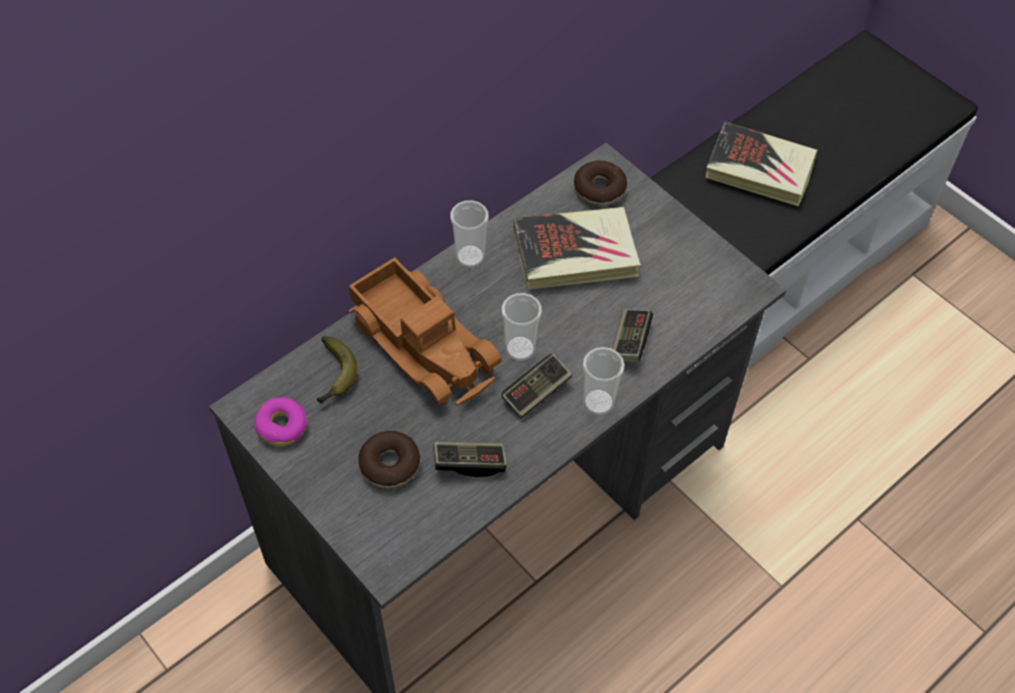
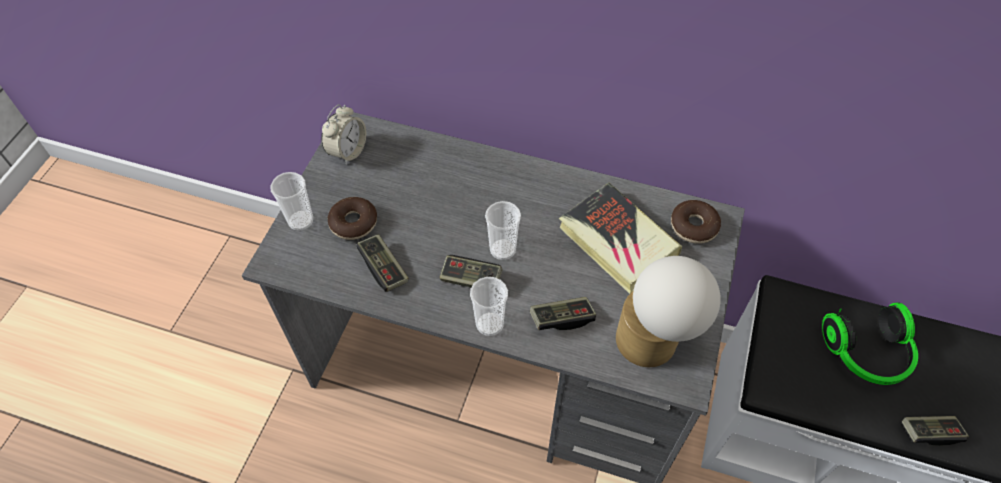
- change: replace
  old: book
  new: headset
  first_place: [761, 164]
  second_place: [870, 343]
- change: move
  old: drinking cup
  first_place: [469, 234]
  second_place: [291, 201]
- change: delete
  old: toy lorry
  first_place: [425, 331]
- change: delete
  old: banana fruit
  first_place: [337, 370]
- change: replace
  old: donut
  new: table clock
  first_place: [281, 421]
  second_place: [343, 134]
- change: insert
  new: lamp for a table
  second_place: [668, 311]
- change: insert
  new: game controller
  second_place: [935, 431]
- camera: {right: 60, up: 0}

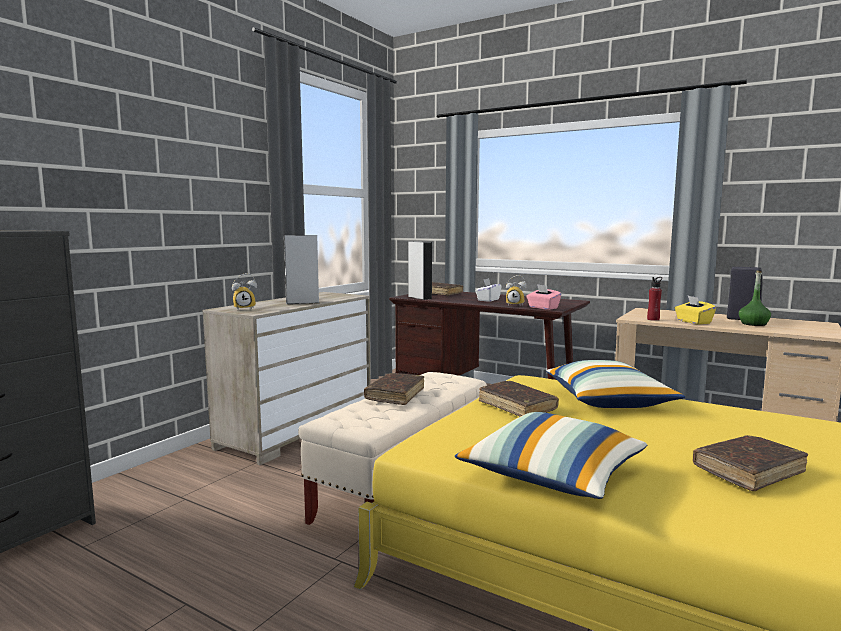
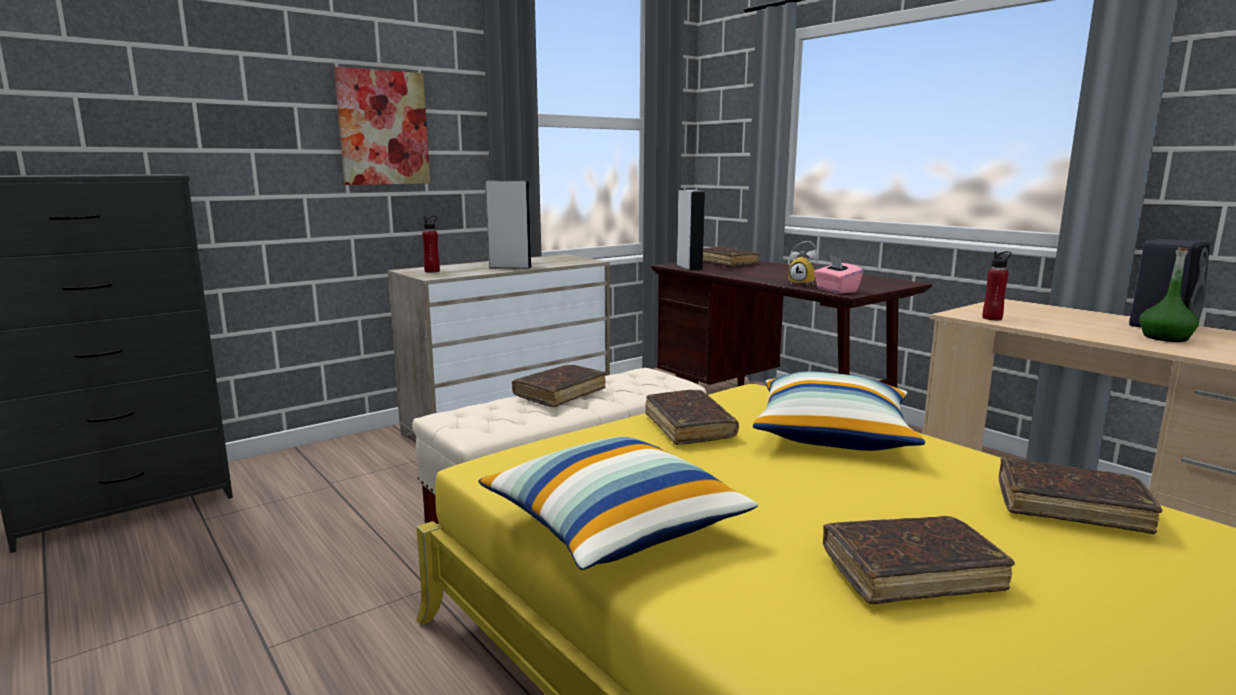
- change: replace
  old: table clock
  new: bottle in red
  first_place: [244, 291]
  second_place: [431, 244]
- change: delete
  old: box of tissues in white-coloured
  first_place: [488, 290]
- change: delete
  old: box of tissues in yellow-coloured
  first_place: [695, 310]
- change: insert
  new: wall picture
  second_place: [382, 126]
- change: insert
  new: book in brown-coloured
  second_place: [1080, 495]
- camera: {right: 20, up: 5}

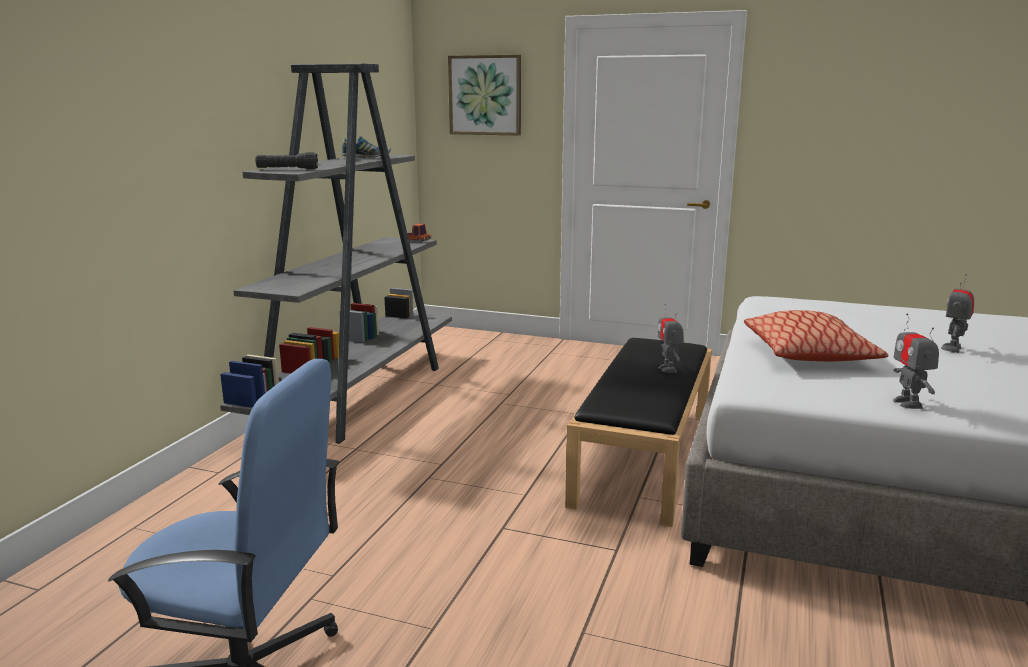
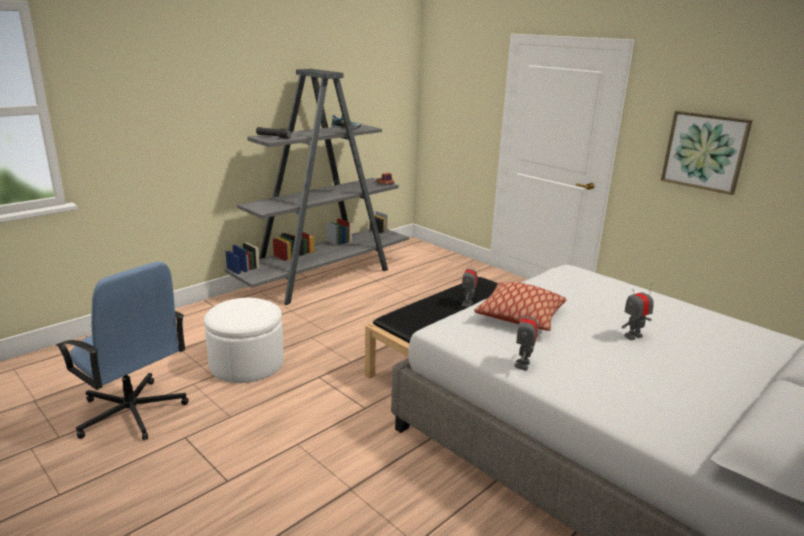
- change: move
  old: wall picture
  first_place: [484, 95]
  second_place: [707, 153]
- change: insert
  new: pouffe in white-coloured
  second_place: [244, 340]
- camera: {right: 25, up: 5}

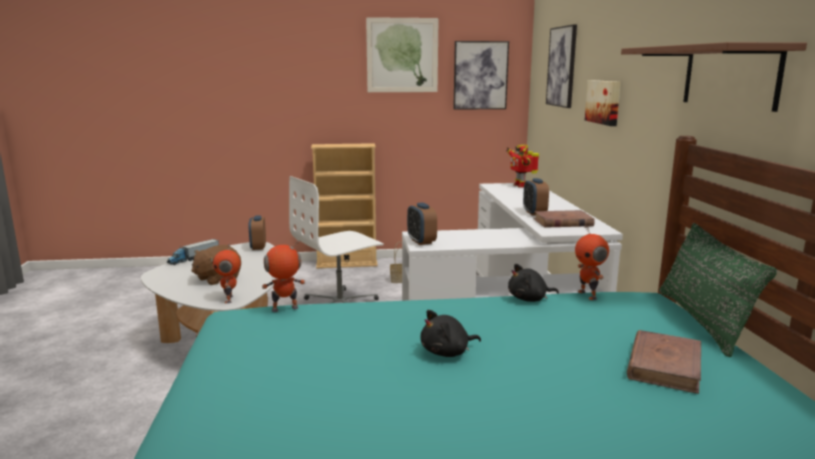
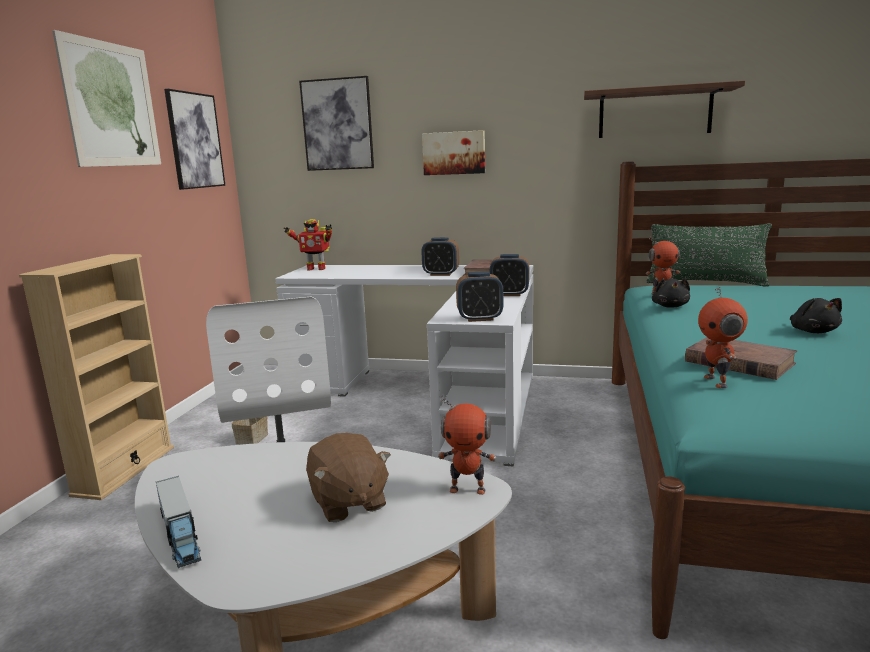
- change: move
  old: table clock
  first_place: [257, 232]
  second_place: [509, 275]
- change: move
  old: book in brown-coloured
  first_place: [664, 362]
  second_place: [741, 358]
- camera: {right: -70, up: 0}

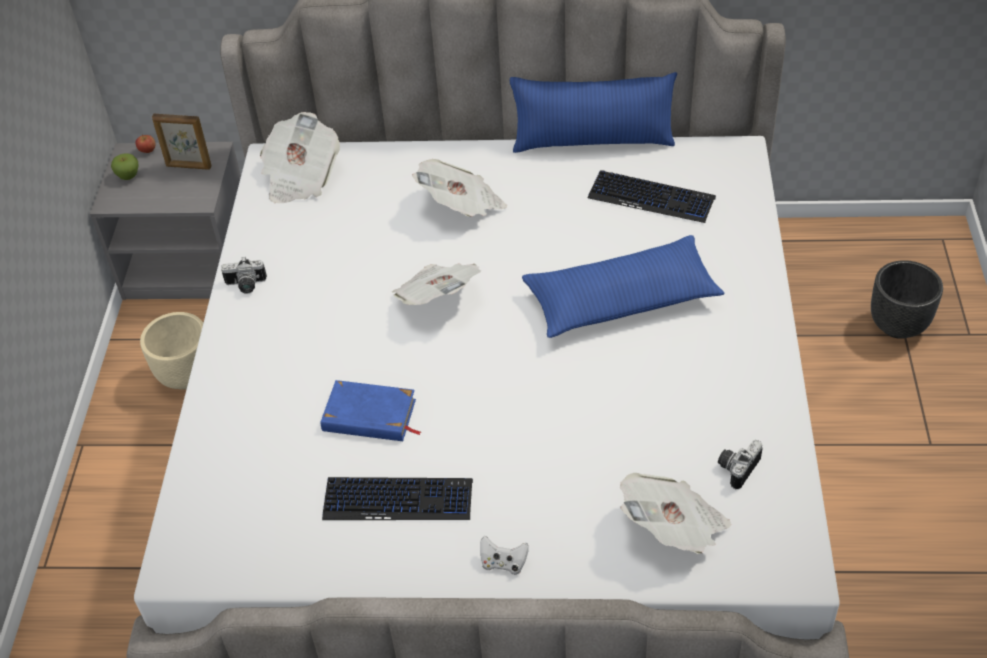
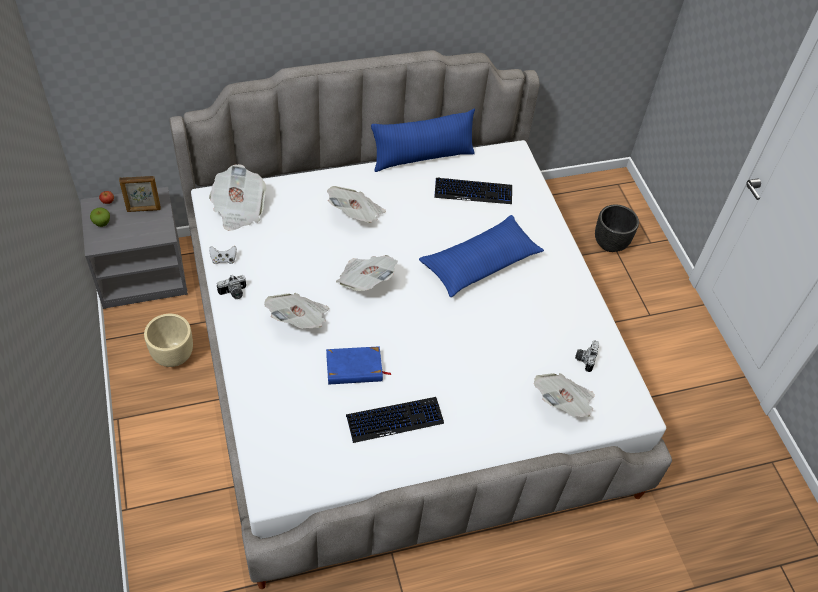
- change: move
  old: game controller in white-coloured
  first_place: [504, 555]
  second_place: [223, 255]
- change: insert
  new: daily paper
  second_place: [296, 311]
- camera: {right: -25, up: 5}

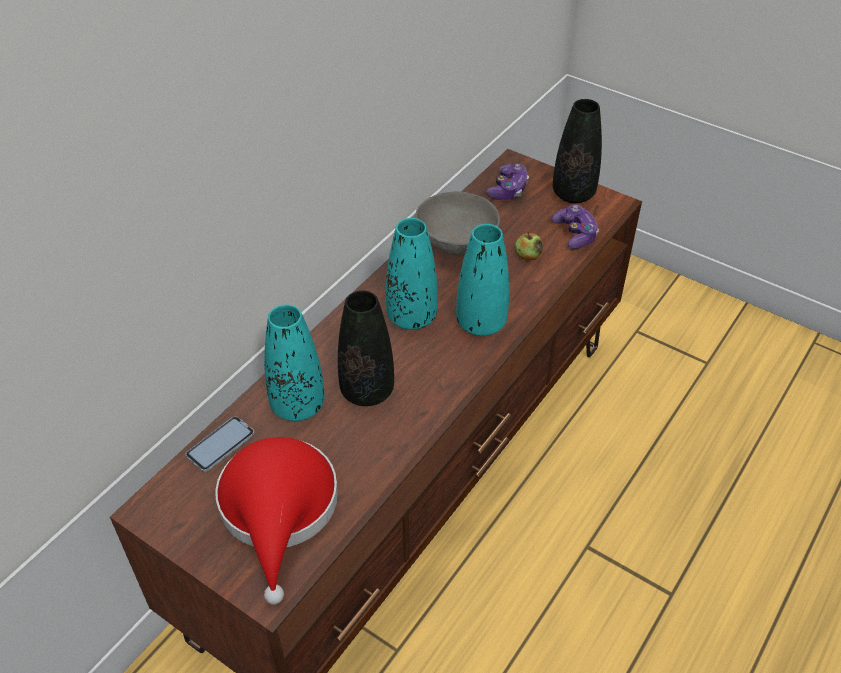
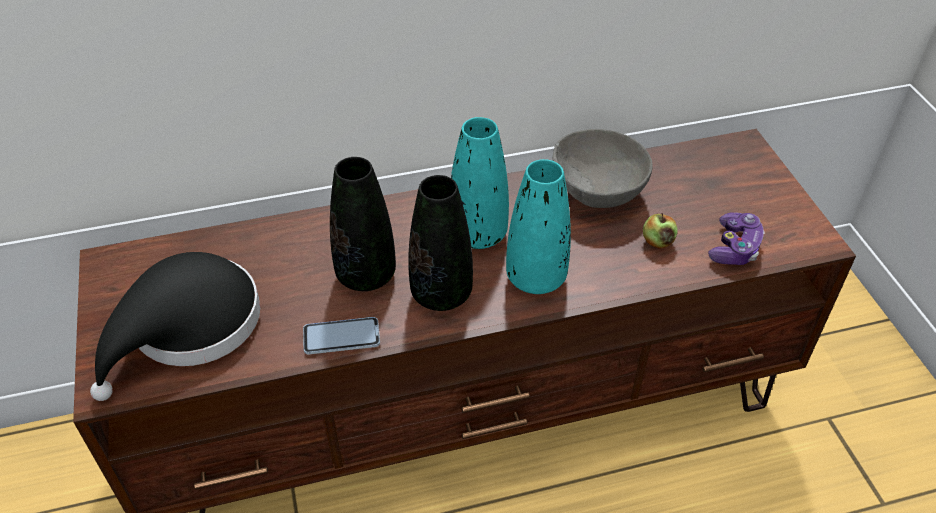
- change: move
  old: decorative vase in black
  first_place: [577, 151]
  second_place: [440, 243]
- change: delete
  old: game controller
  first_place: [507, 182]
- change: delete
  old: decorative vase in turquoise-coloured
  first_place: [294, 362]
- change: move
  old: telephone
  first_place: [220, 444]
  second_place: [341, 335]
- change: recolor
  old: wearable hat in red
  new: wearable hat in black
  first_place: [276, 521]
  second_place: [175, 326]
- camera: {right: 40, up: 0}

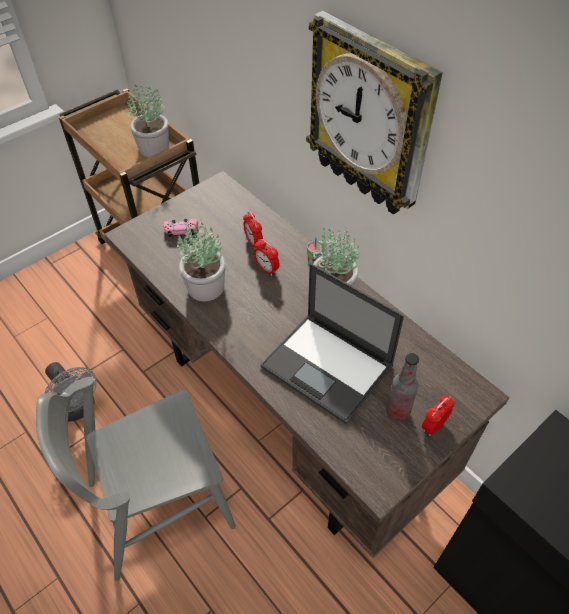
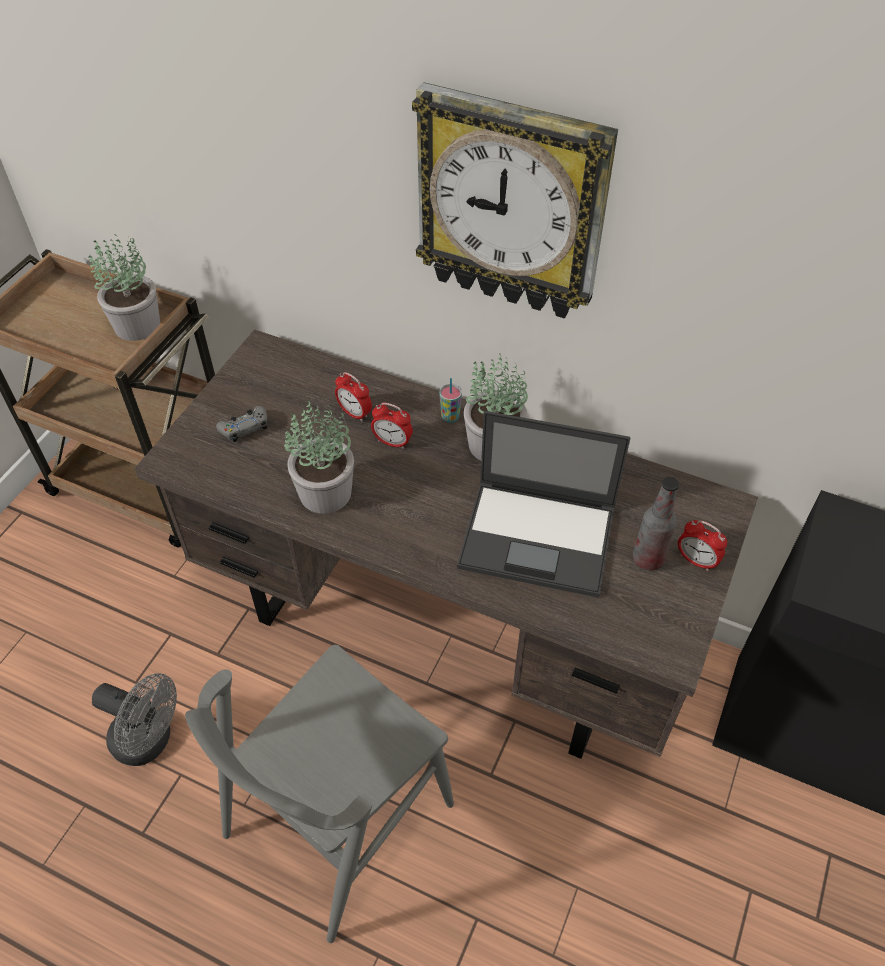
- change: recolor
  old: game controller in pink-coloured
  new: game controller in greyish
  first_place: [180, 228]
  second_place: [241, 424]
- change: rotate
  old: table clock
  first_place: [438, 416]
  second_place: [702, 545]
  degrees: -75
- camera: {right: -25, up: 0}

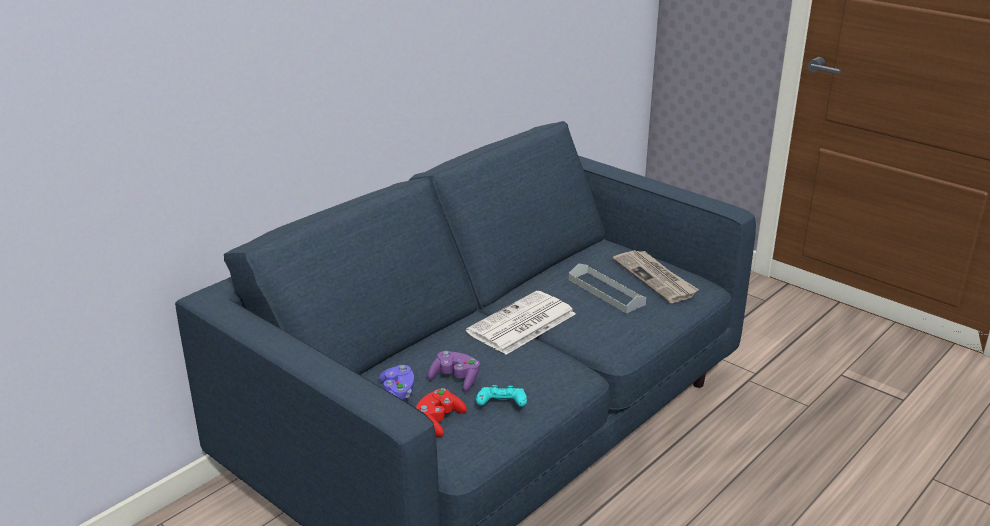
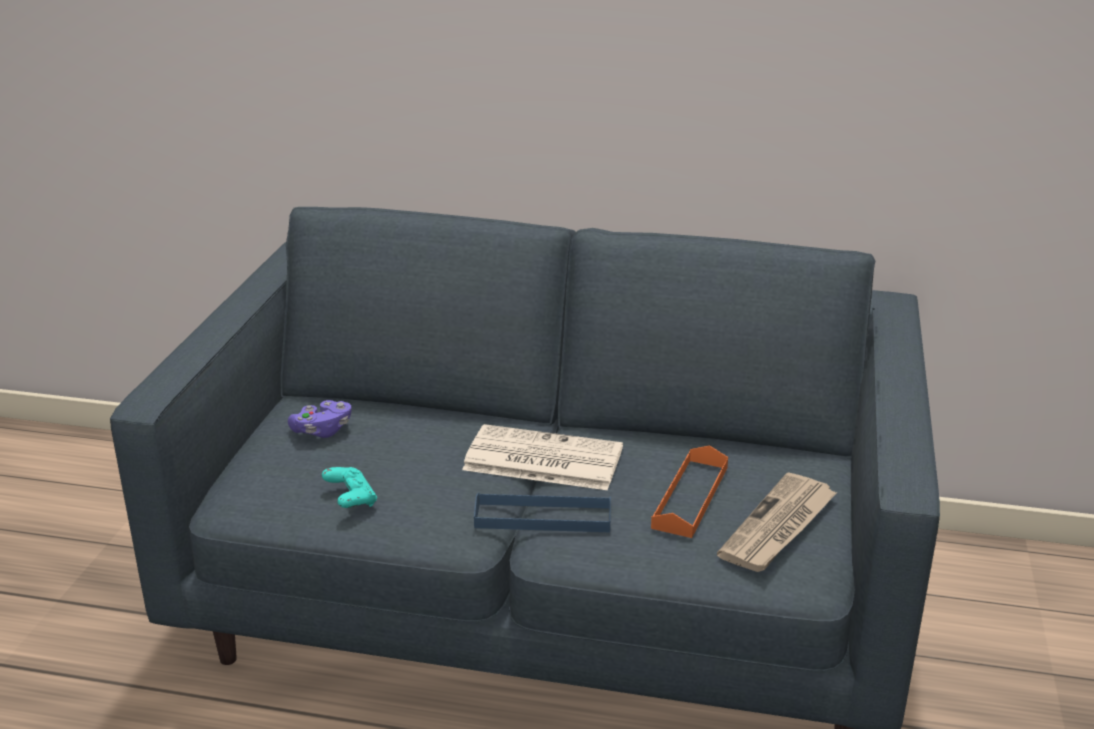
- change: recolor
  old: tray in greyish
  new: tray in orange
  first_place: [607, 289]
  second_place: [689, 491]
- change: delete
  old: game controller in purplish
  first_place: [454, 371]
- change: delete
  old: game controller in red
  first_place: [441, 412]
- change: insert
  new: tray in bluish
  second_place: [542, 512]
- camera: {right: 60, up: 0}

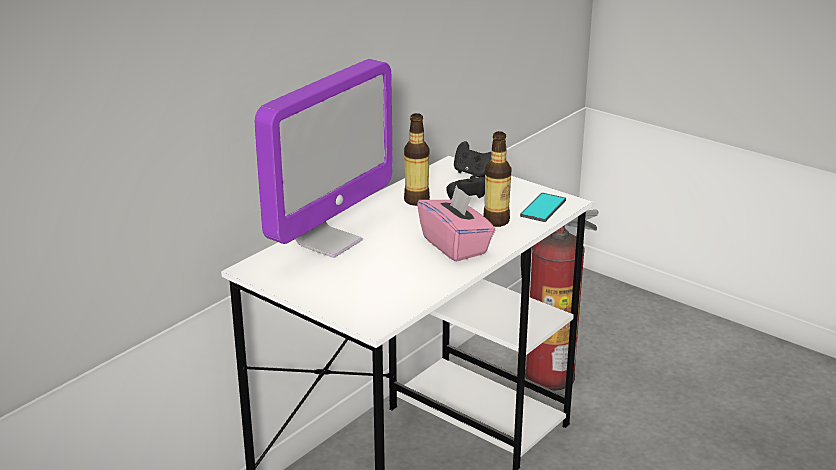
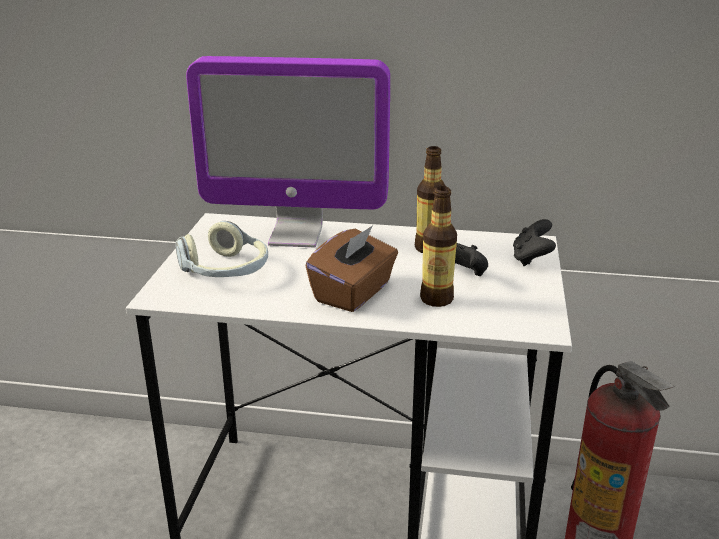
- change: recolor
  old: box of tissues in pink-coloured
  new: box of tissues in brown-coloured
  first_place: [456, 223]
  second_place: [351, 268]
- change: delete
  old: telephone
  first_place: [543, 207]
- change: insert
  new: headset
  second_place: [221, 249]
- camera: {right: 60, up: 0}

